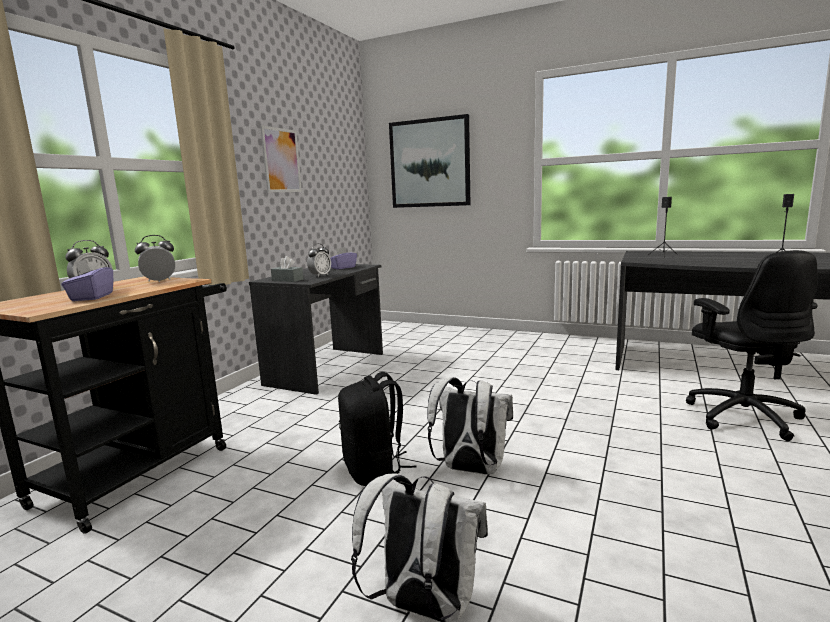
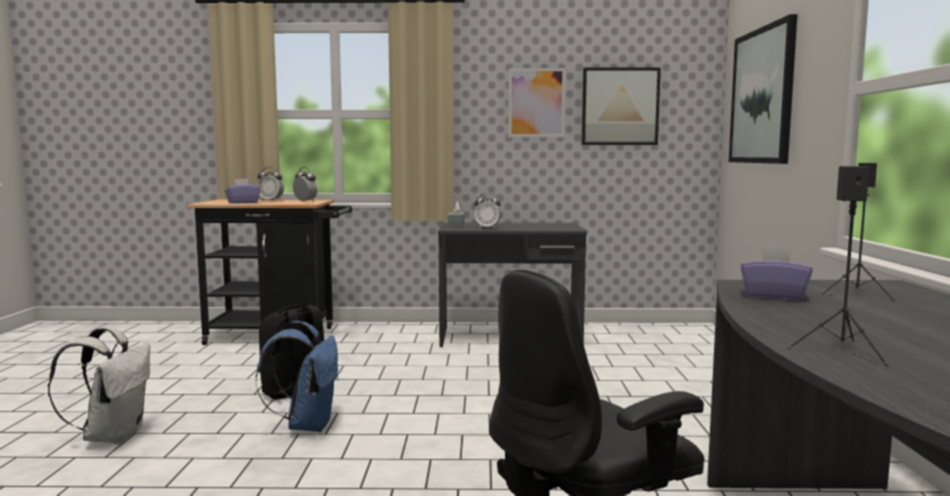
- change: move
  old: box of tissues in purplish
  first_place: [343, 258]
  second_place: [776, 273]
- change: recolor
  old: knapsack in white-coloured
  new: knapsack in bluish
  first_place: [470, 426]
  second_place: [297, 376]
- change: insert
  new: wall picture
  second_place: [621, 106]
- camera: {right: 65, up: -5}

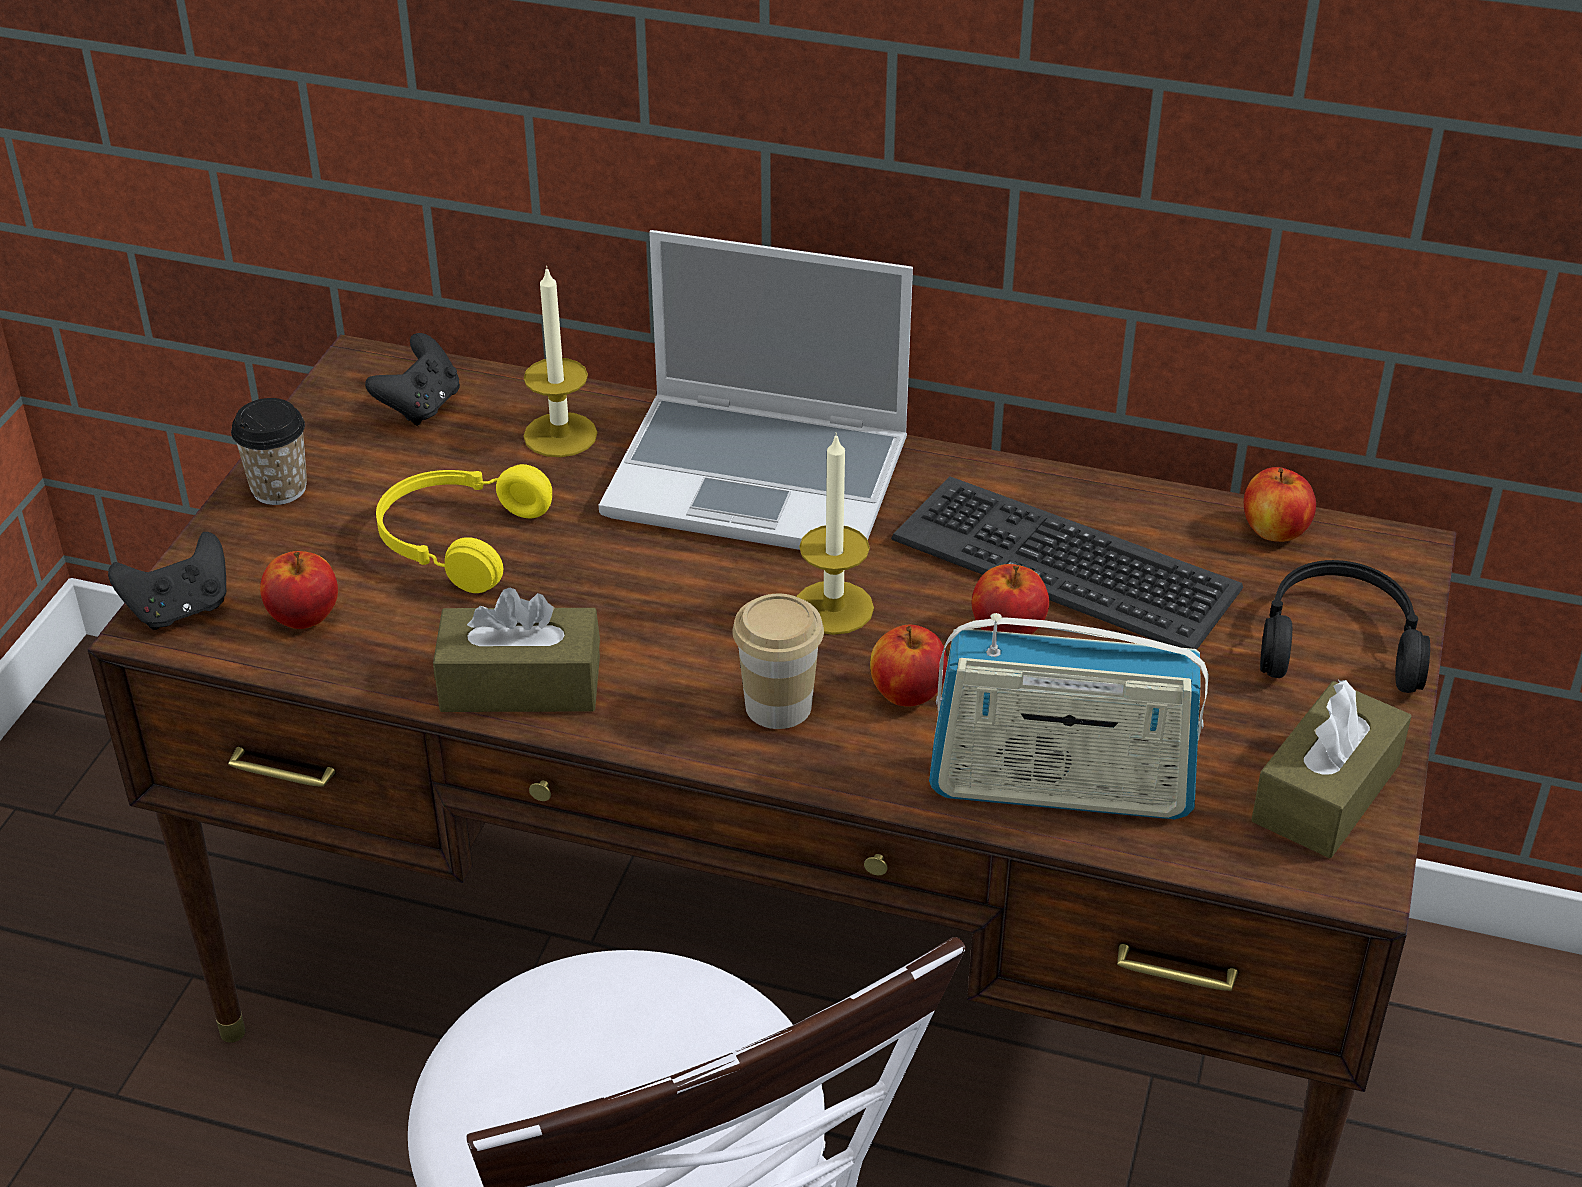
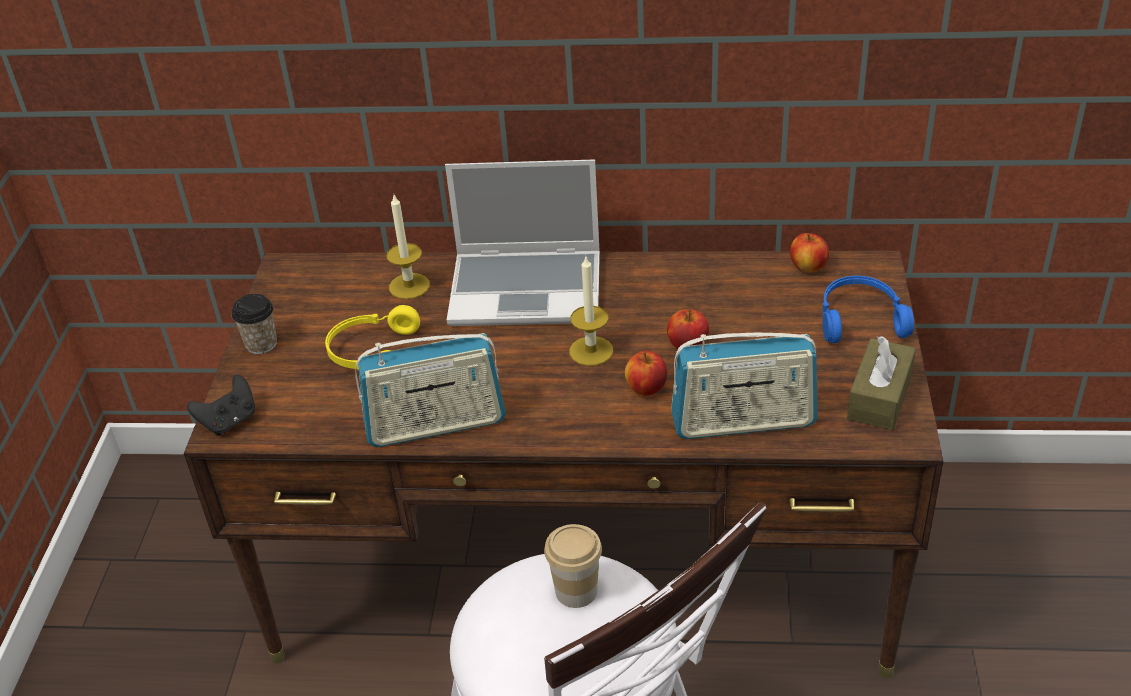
- change: delete
  old: game controller in black
  first_place: [412, 379]
- change: delete
  old: PC keyboard
  first_place: [1067, 563]
- change: delete
  old: apple
  first_place: [299, 590]
- change: recolor
  old: headset in black
  new: headset in bluish
  first_place: [1345, 626]
  second_place: [868, 309]
- change: replace
  old: box of tissues in brown-coloured
  new: radio set
  first_place: [516, 650]
  second_place: [430, 390]
- change: move
  old: drinking cup
  first_place: [778, 661]
  second_place: [573, 566]
- camera: {right: -10, up: 0}

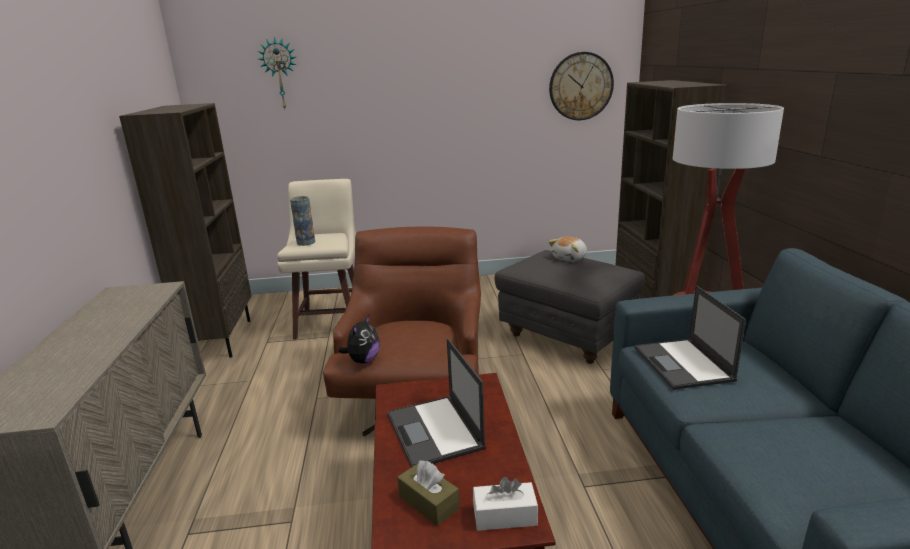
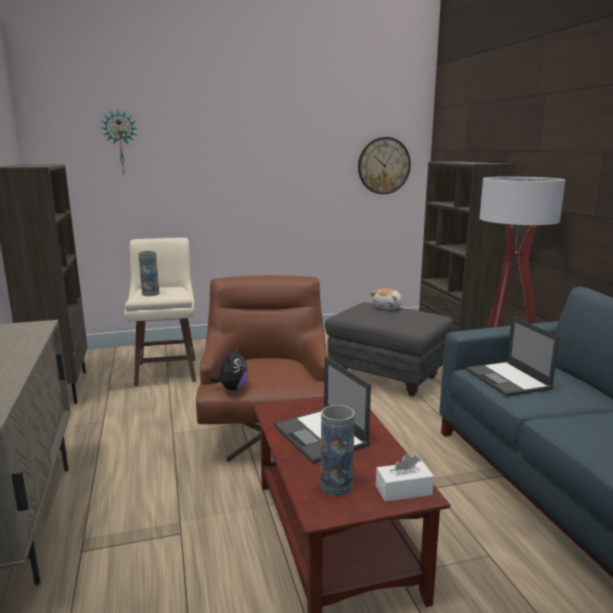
- change: replace
  old: box of tissues in brown-coloured
  new: decorative vase
  first_place: [428, 493]
  second_place: [338, 450]
- camera: {right: -10, up: -5}

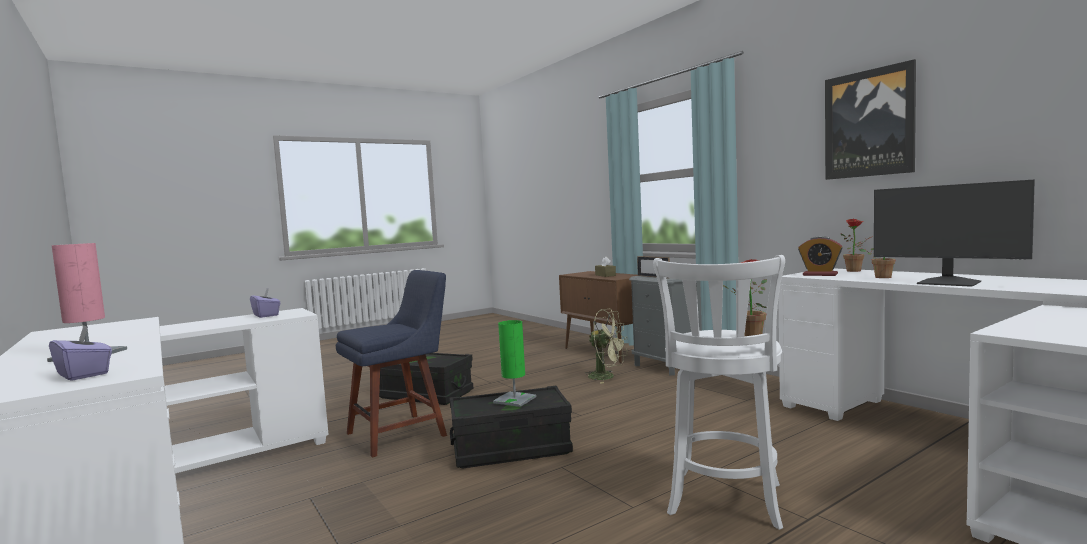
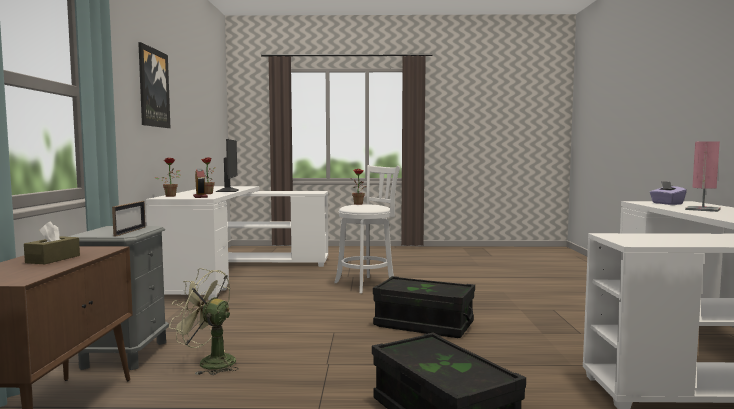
- change: delete
  old: chair in bluish
  first_place: [391, 364]
- change: delete
  old: box of tissues in purplish
  first_place: [265, 303]
- change: rotate
  old: cooling fan in greenish
  first_place: [606, 346]
  second_place: [203, 321]
  degrees: -45
- change: delete
  old: lamp for a table in greenish
  first_place: [514, 363]
- camera: {right: -145, up: 0}

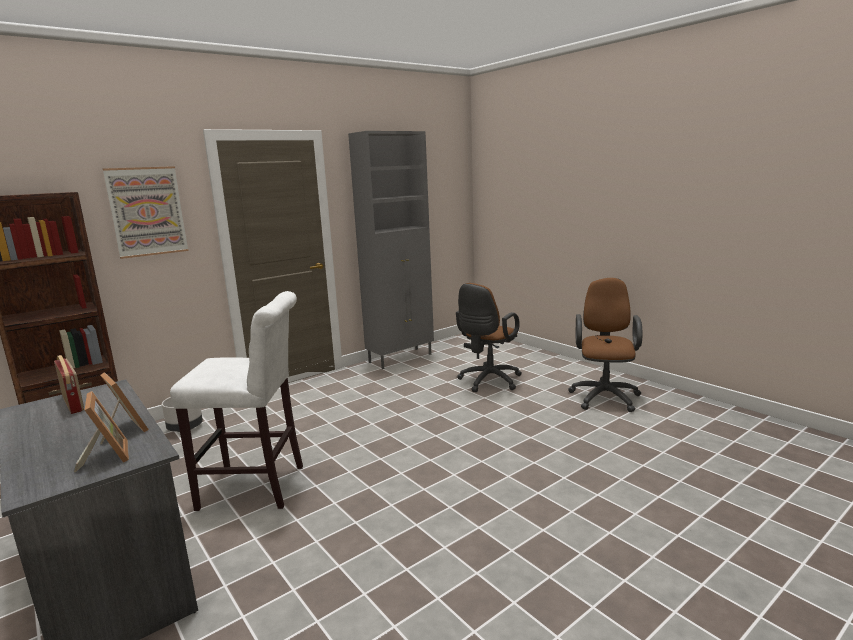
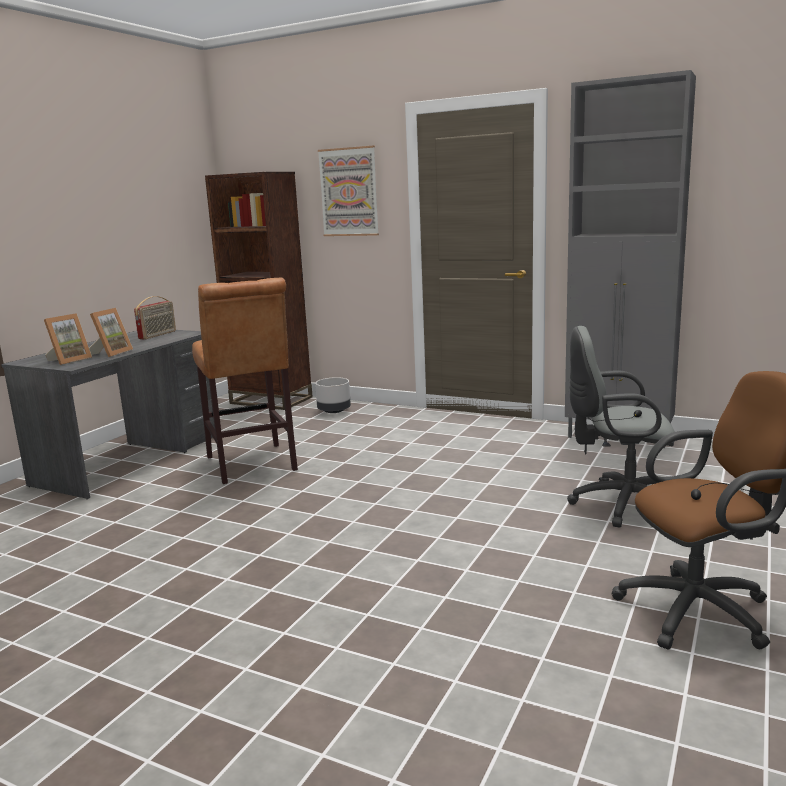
- change: recolor
  old: office chair in brown-coloured
  new: office chair in greyish
  first_place: [489, 337]
  second_place: [621, 427]
- change: recolor
  old: stool in white-coloured
  new: stool in brown-coloured
  first_place: [236, 401]
  second_place: [245, 381]
- camera: {right: 65, up: 0}

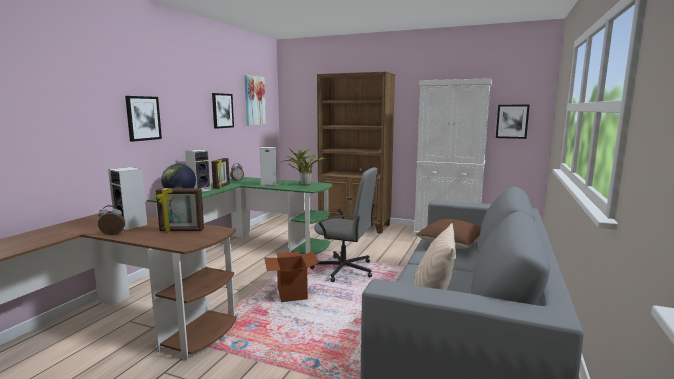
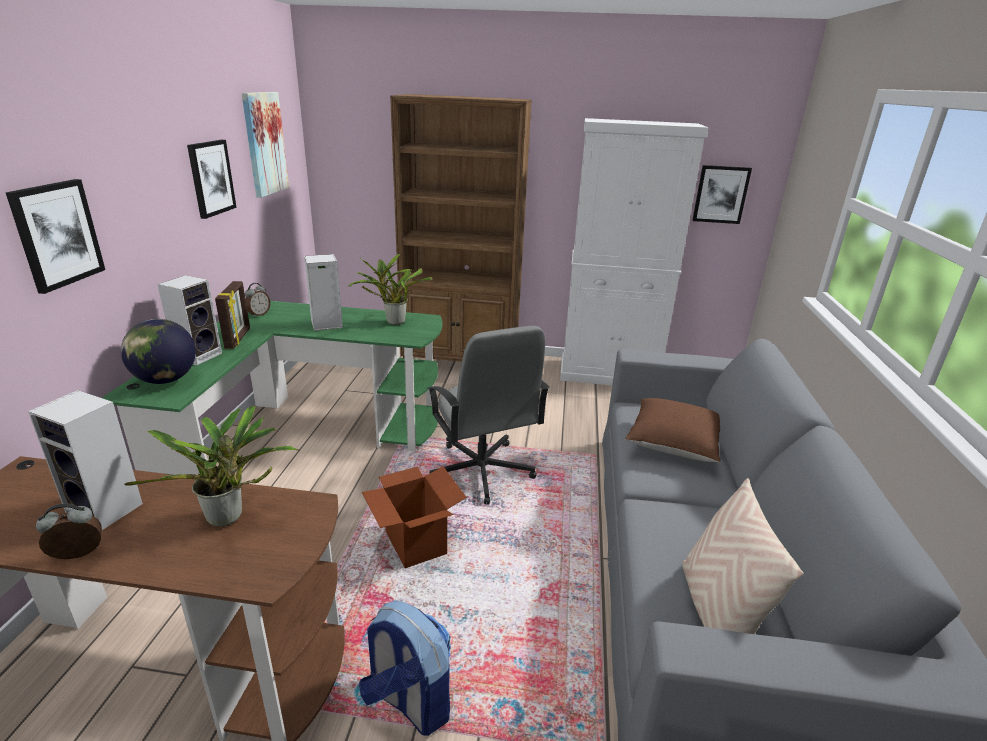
- change: rotate
  old: office chair in greyish
  first_place: [343, 224]
  second_place: [488, 415]
  degrees: 60
- change: replace
  old: standing frame
  new: potted plant
  first_place: [180, 210]
  second_place: [212, 466]
- change: insert
  new: knapsack
  second_place: [405, 668]
- camera: {right: -15, up: 15}

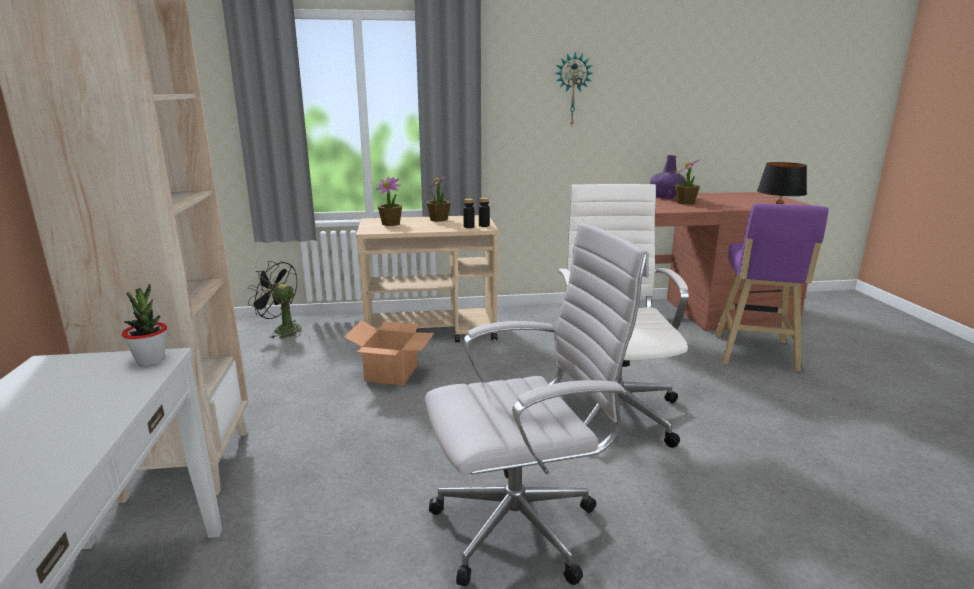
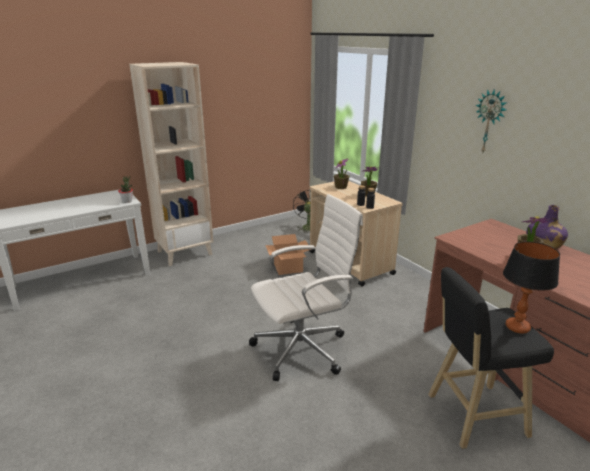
- change: recolor
  old: stool in purplish
  new: stool in black
  first_place: [772, 287]
  second_place: [491, 358]
- change: delete
  old: office chair in white-coloured
  first_place: [537, 404]
- camera: {right: 65, up: 5}

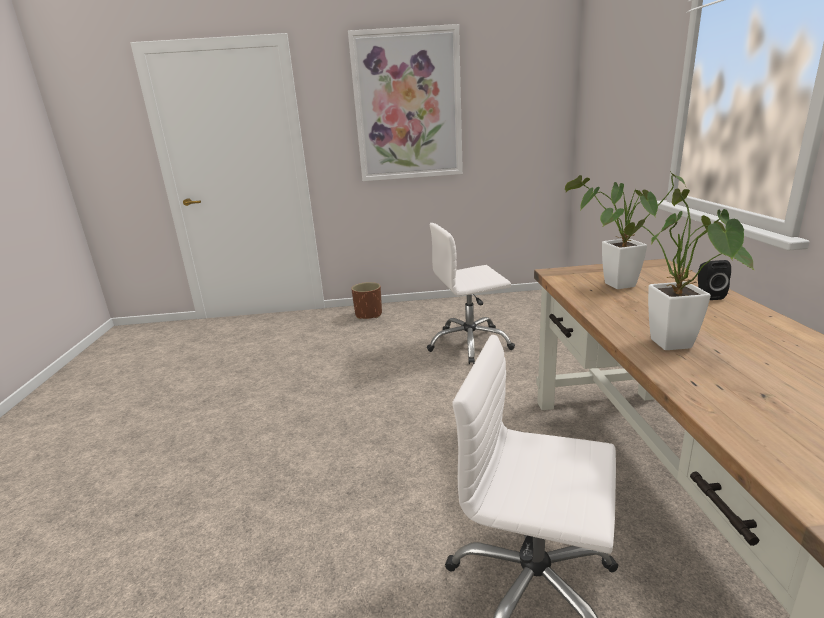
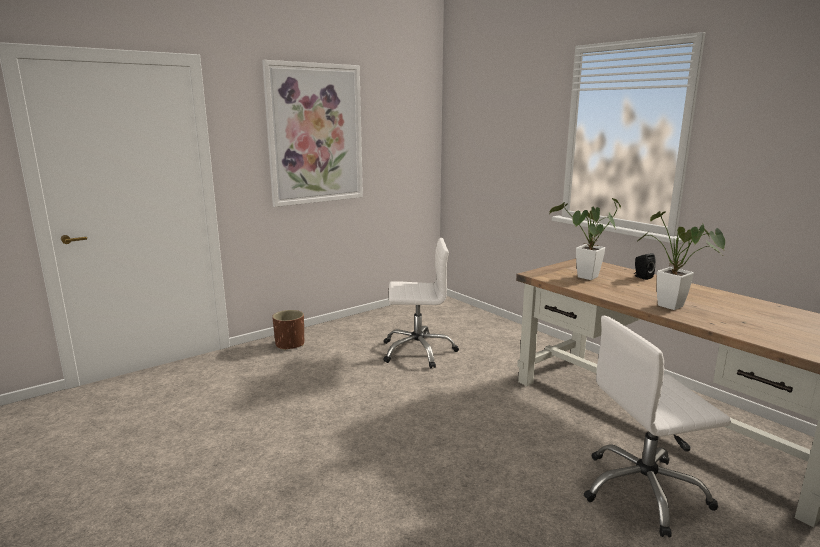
- change: rotate
  old: office chair in white-coloured
  first_place: [471, 293]
  second_place: [421, 303]
  degrees: -135
- camera: {right: -35, up: -5}

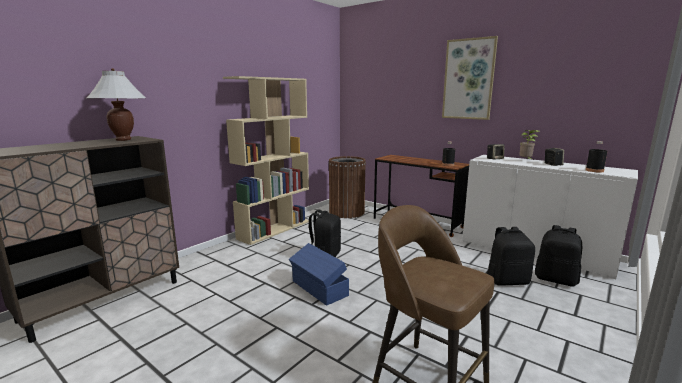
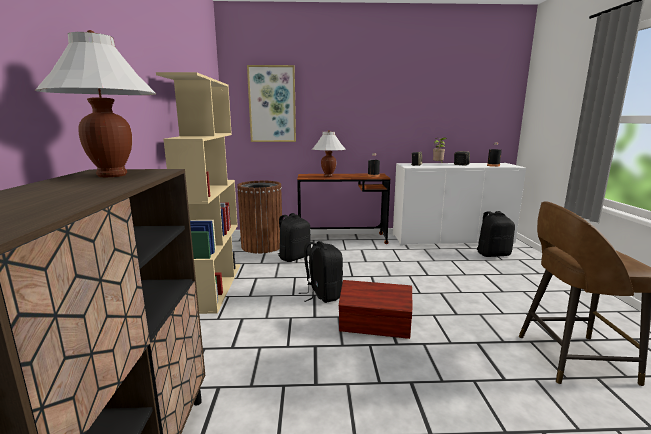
- change: move
  old: wall picture
  first_place: [470, 78]
  second_place: [271, 103]
- change: move
  old: knapsack in black
  first_place: [511, 256]
  second_place: [294, 237]
- change: recolor
  old: storage container in bluish
  new: storage container in brown-coloured
  first_place: [319, 274]
  second_place: [375, 309]
- change: insert
  new: lamp for a table in white-coloured
  second_place: [329, 153]
- camera: {right: -40, up: 0}

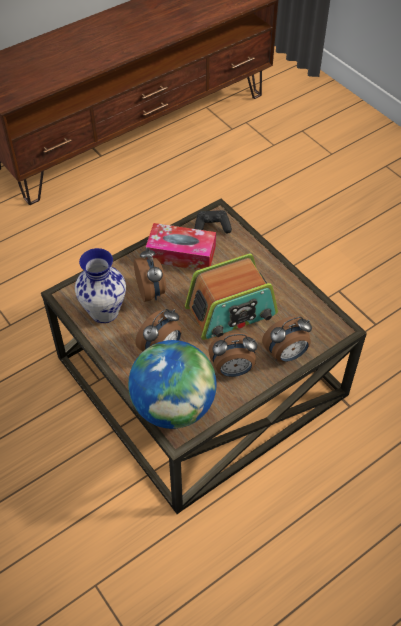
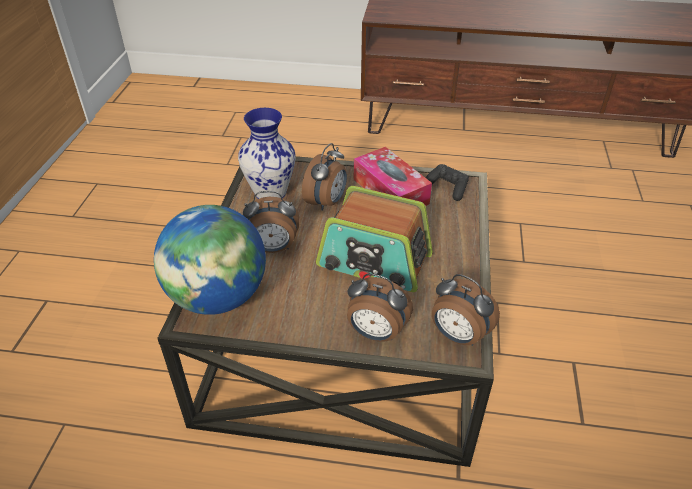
- change: move
  old: table clock
  first_place: [233, 355]
  second_place: [466, 310]
- camera: {right: 45, up: -10}

